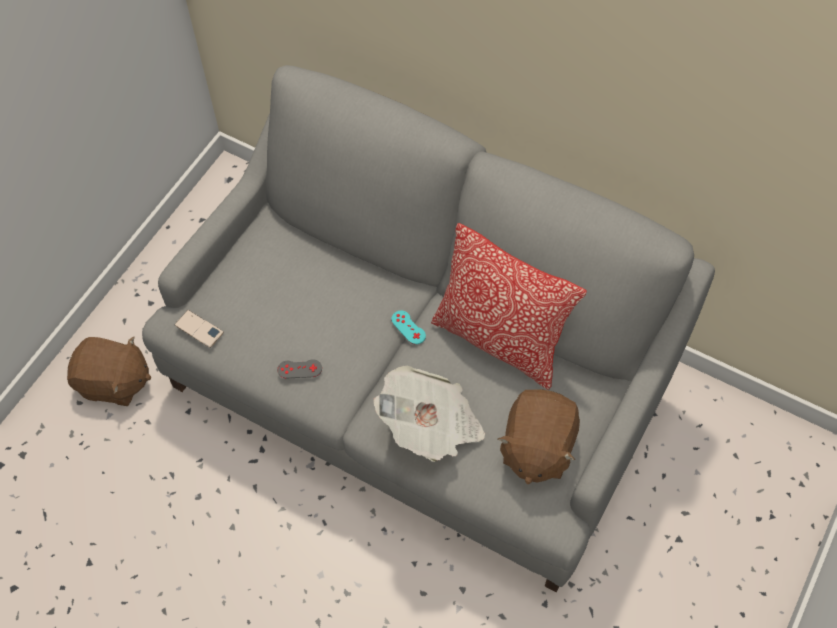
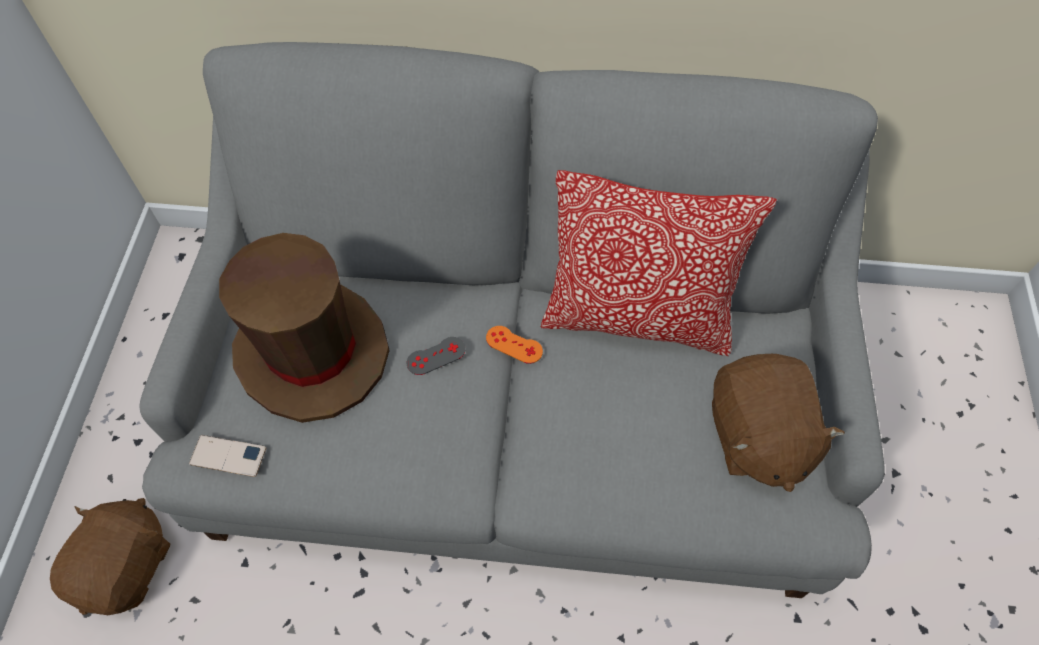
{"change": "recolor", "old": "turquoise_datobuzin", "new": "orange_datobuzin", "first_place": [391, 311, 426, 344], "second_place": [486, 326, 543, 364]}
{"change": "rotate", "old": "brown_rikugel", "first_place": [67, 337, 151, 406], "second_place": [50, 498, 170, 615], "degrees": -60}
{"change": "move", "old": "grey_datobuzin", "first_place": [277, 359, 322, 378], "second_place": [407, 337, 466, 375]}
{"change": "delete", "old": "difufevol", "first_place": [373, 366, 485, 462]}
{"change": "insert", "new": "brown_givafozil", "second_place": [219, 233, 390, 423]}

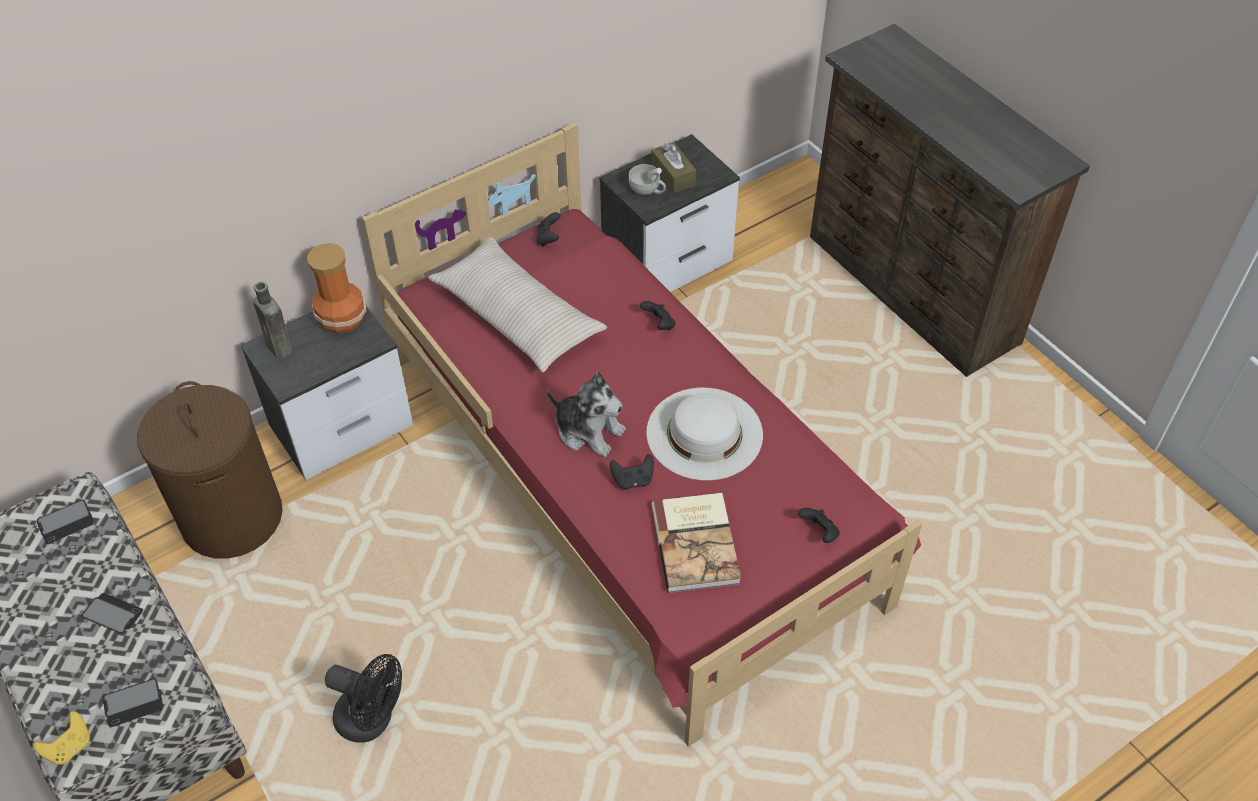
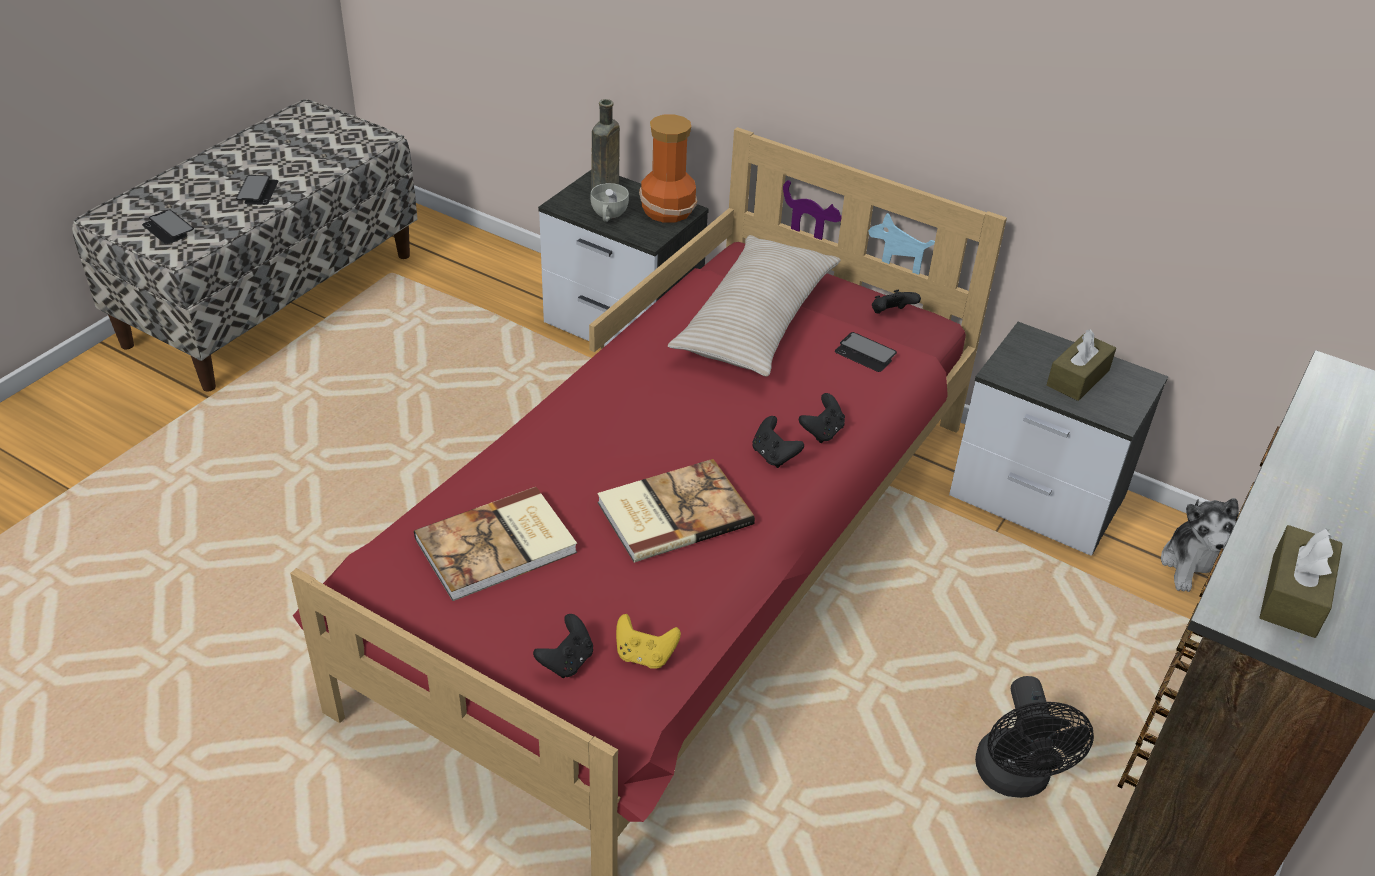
{"change": "move", "old": "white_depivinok", "first_place": [629, 164, 666, 195], "second_place": [591, 183, 629, 222]}
{"change": "move", "old": "rikugel", "first_place": [546, 372, 626, 457], "second_place": [1161, 498, 1239, 592]}
{"change": "delete", "old": "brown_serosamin", "first_place": [137, 381, 283, 559]}
{"change": "replace", "old": "white_givafozil", "new": "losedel", "first_place": [646, 388, 763, 481], "second_place": [597, 459, 755, 563]}
{"change": "move", "old": "black_datobuzin", "first_place": [610, 454, 654, 489], "second_place": [753, 416, 804, 468]}
{"change": "move", "old": "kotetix", "first_place": [37, 500, 94, 544], "second_place": [835, 332, 897, 372]}
{"change": "move", "old": "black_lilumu", "first_place": [325, 654, 402, 743], "second_place": [975, 676, 1094, 798]}
{"change": "move", "old": "yellow_datobuzin", "first_place": [33, 711, 90, 765], "second_place": [616, 614, 681, 669]}
{"change": "insert", "new": "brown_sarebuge", "second_place": [1259, 525, 1342, 638]}

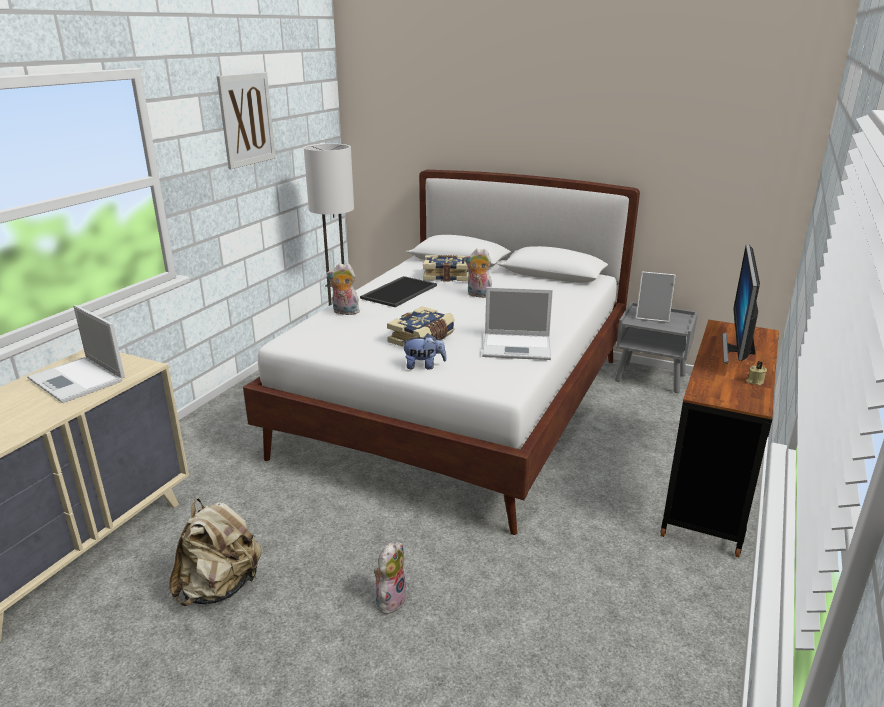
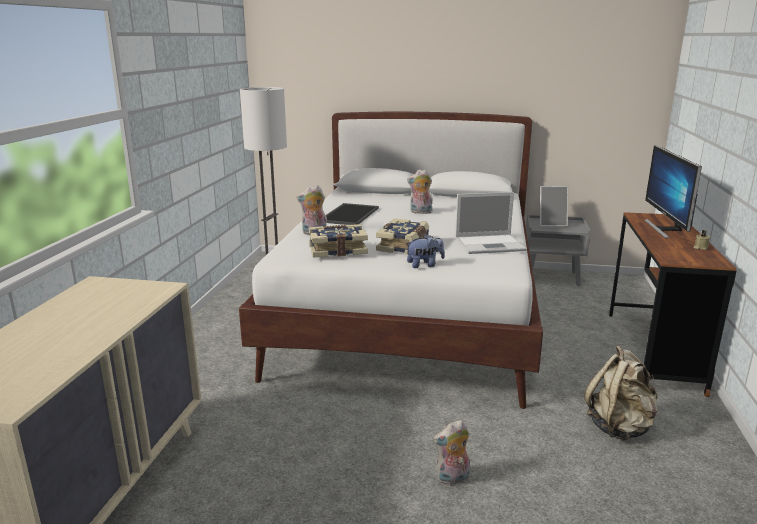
{"change": "delete", "old": "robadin", "first_place": [217, 72, 276, 169]}
{"change": "move", "old": "losedel", "first_place": [423, 255, 469, 282], "second_place": [309, 224, 368, 258]}
{"change": "delete", "old": "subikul", "first_place": [27, 305, 125, 403]}
{"change": "move", "old": "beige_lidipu", "first_place": [169, 498, 262, 606], "second_place": [584, 346, 658, 440]}
{"change": "rotate", "old": "rikugel", "first_place": [374, 542, 407, 614], "second_place": [433, 420, 470, 485], "degrees": -120}

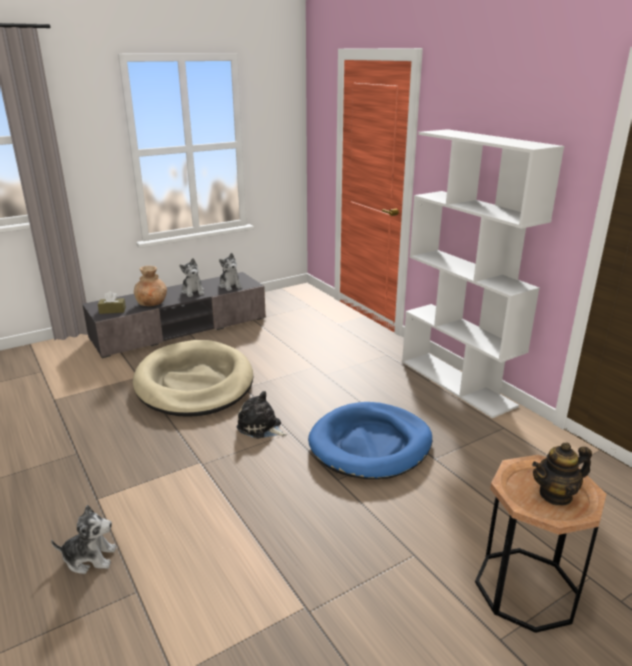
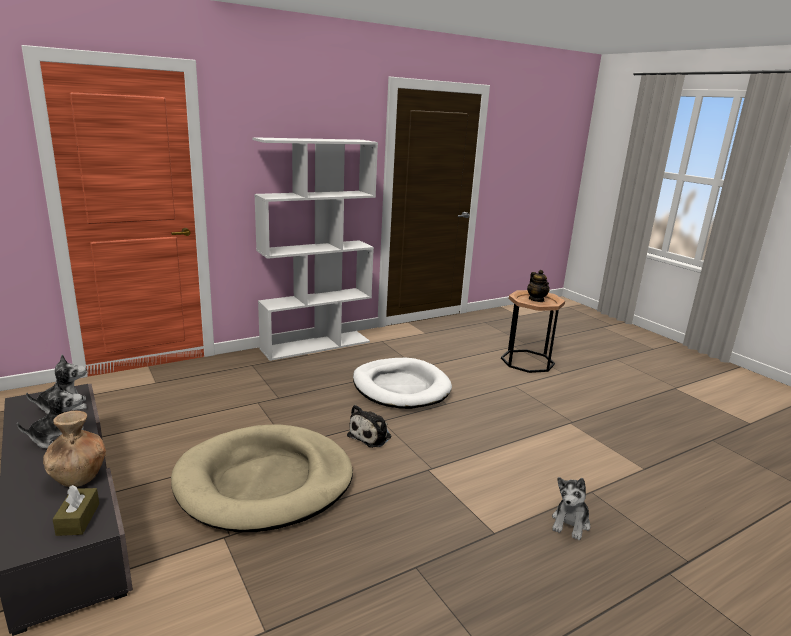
{"change": "recolor", "old": "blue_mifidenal", "new": "white_mifidenal", "first_place": [308, 402, 432, 479], "second_place": [353, 358, 452, 409]}
{"change": "rotate", "old": "rikugel", "first_place": [51, 505, 116, 574], "second_place": [552, 477, 590, 540], "degrees": -150}

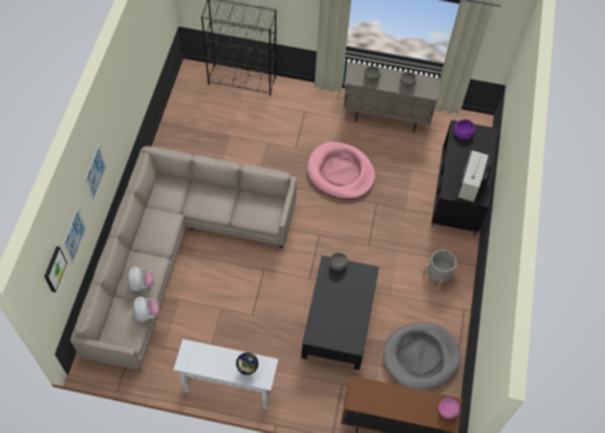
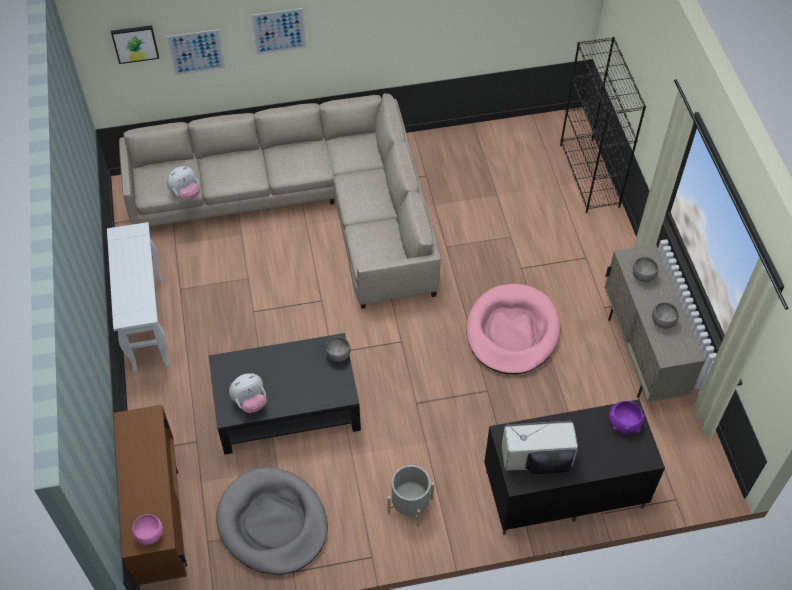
{"change": "move", "old": "rikugel", "first_place": [128, 267, 153, 291], "second_place": [229, 373, 267, 413]}
{"change": "delete", "old": "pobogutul", "first_place": [236, 352, 258, 375]}

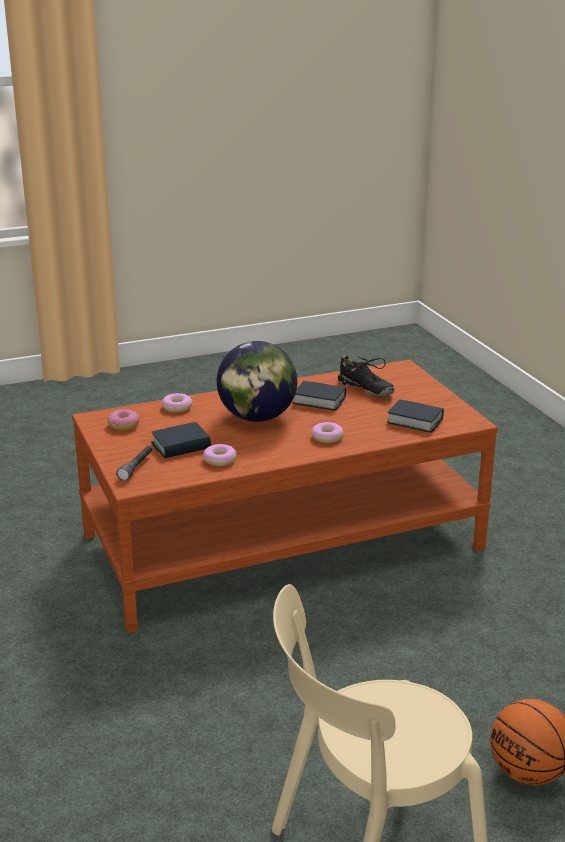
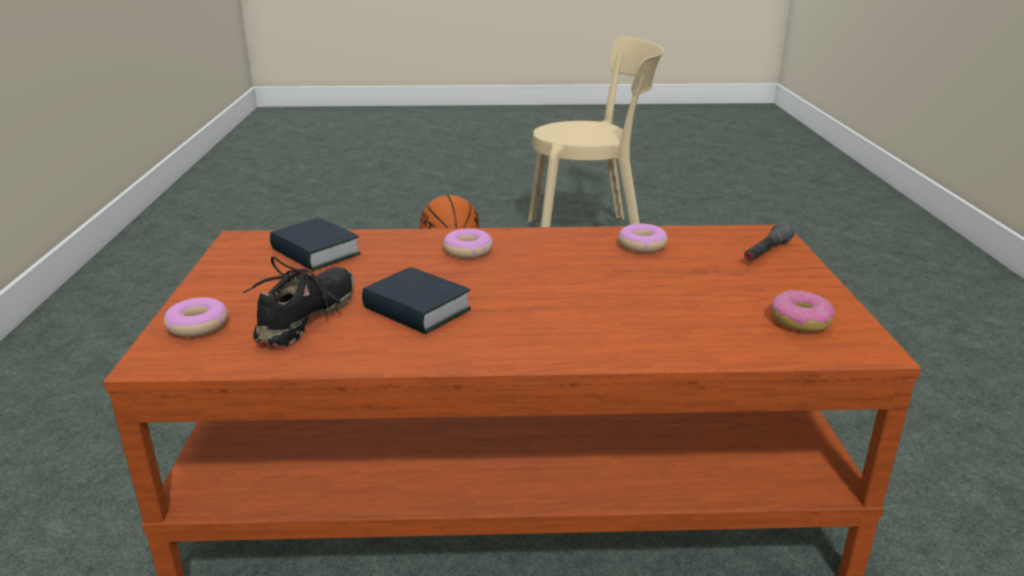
{"change": "delete", "old": "pobogutul", "first_place": [217, 341, 297, 422]}
{"change": "rotate", "old": "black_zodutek", "first_place": [338, 355, 395, 397], "second_place": [243, 256, 354, 348], "degrees": 45}
{"change": "move", "old": "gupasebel", "first_place": [161, 393, 192, 412], "second_place": [164, 297, 228, 337]}
{"change": "delete", "old": "losedel", "first_place": [151, 422, 211, 458]}

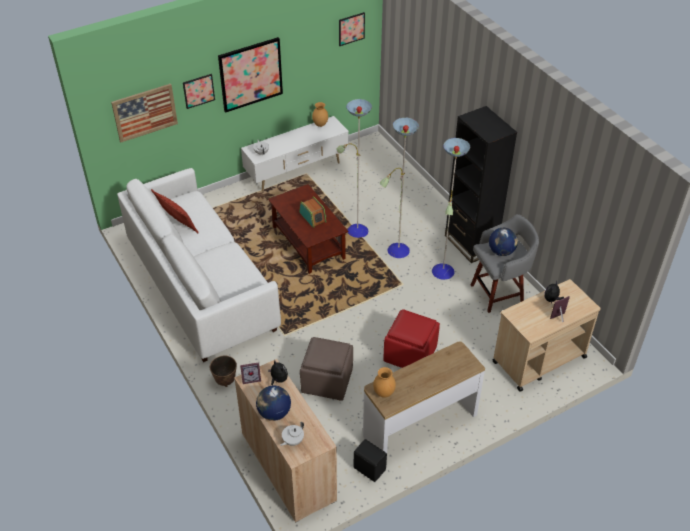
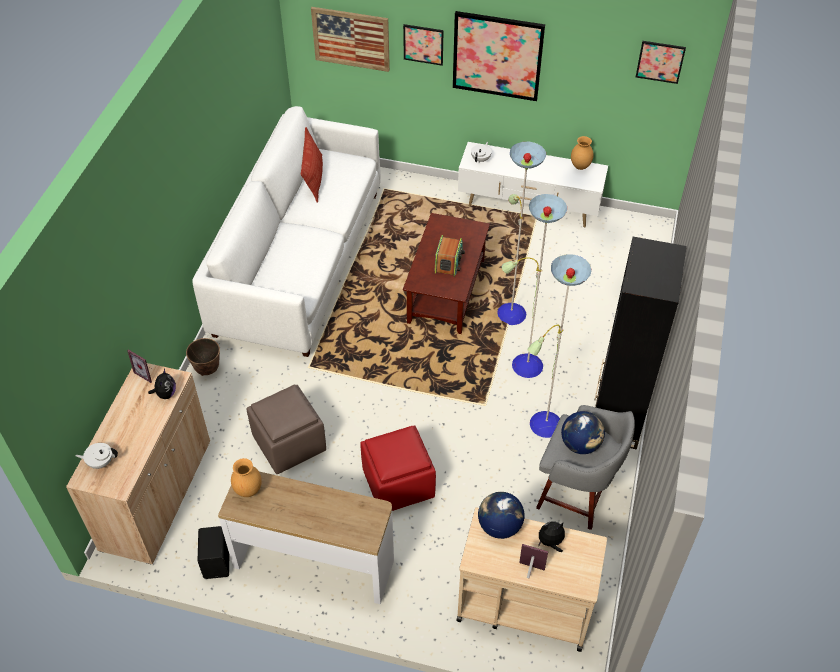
{"change": "move", "old": "pobogutul", "first_place": [256, 385, 291, 421], "second_place": [478, 492, 524, 539]}

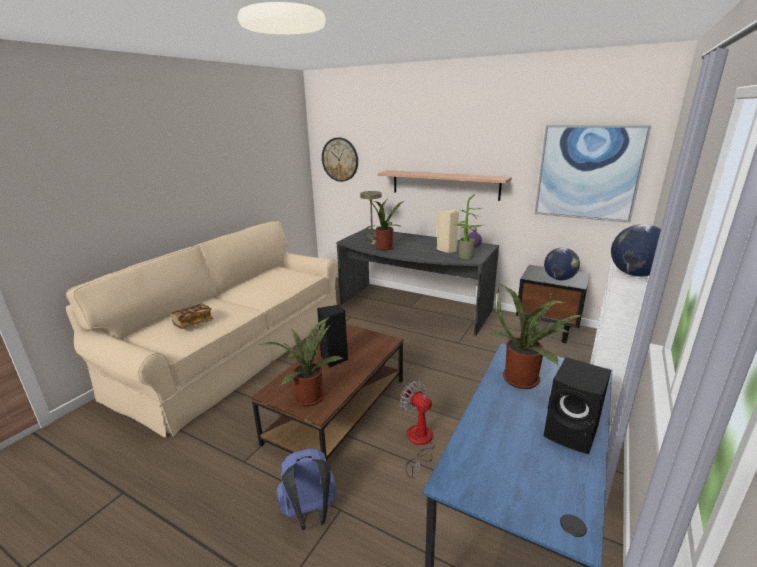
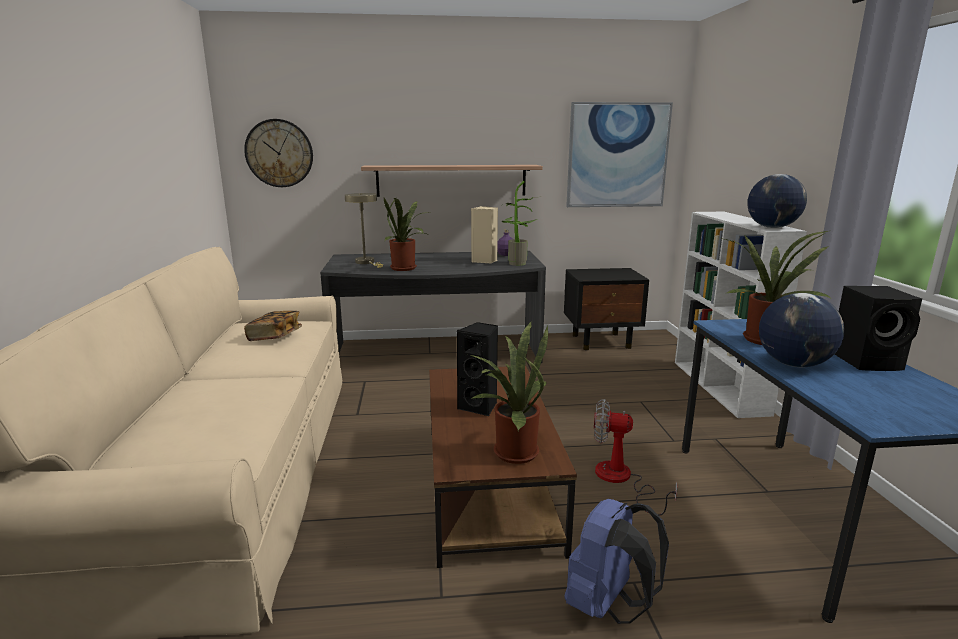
{"change": "move", "old": "pobogutul", "first_place": [544, 248, 580, 280], "second_place": [759, 293, 845, 367]}
{"change": "move", "old": "losedel", "first_place": [170, 304, 213, 329], "second_place": [244, 311, 302, 341]}

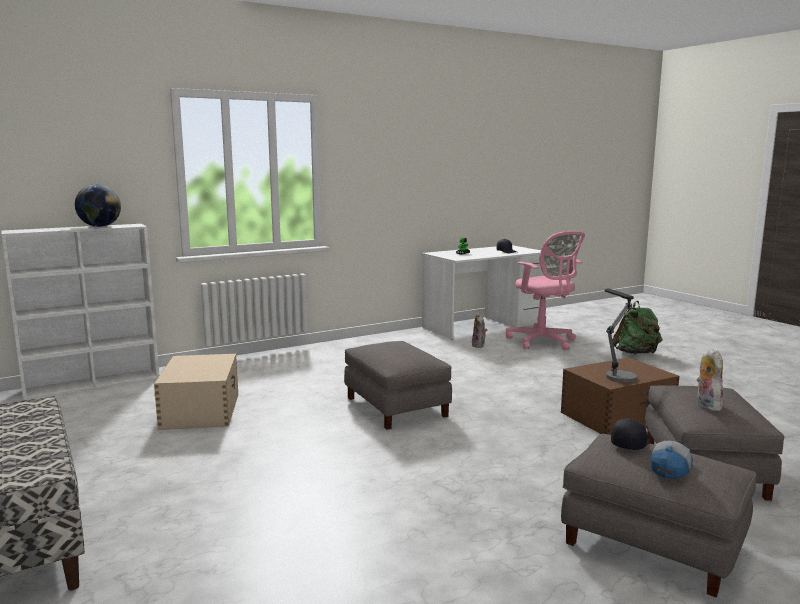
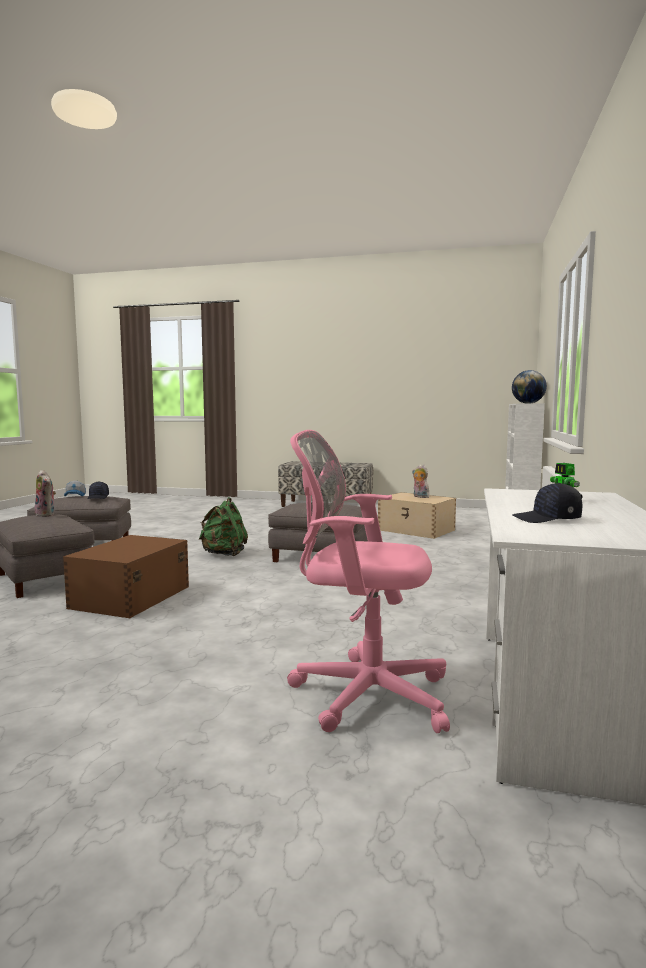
{"change": "delete", "old": "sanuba", "first_place": [604, 288, 637, 383]}
{"change": "move", "old": "green_lidipu", "first_place": [613, 301, 662, 354], "second_place": [199, 497, 248, 556]}
{"change": "move", "old": "rikugel", "first_place": [472, 312, 487, 348], "second_place": [412, 464, 431, 498]}

